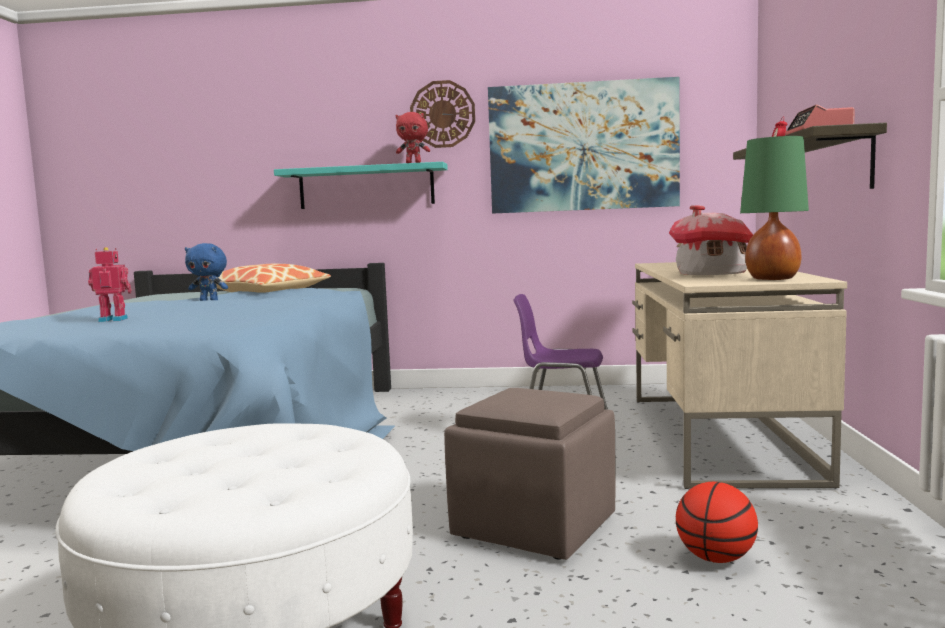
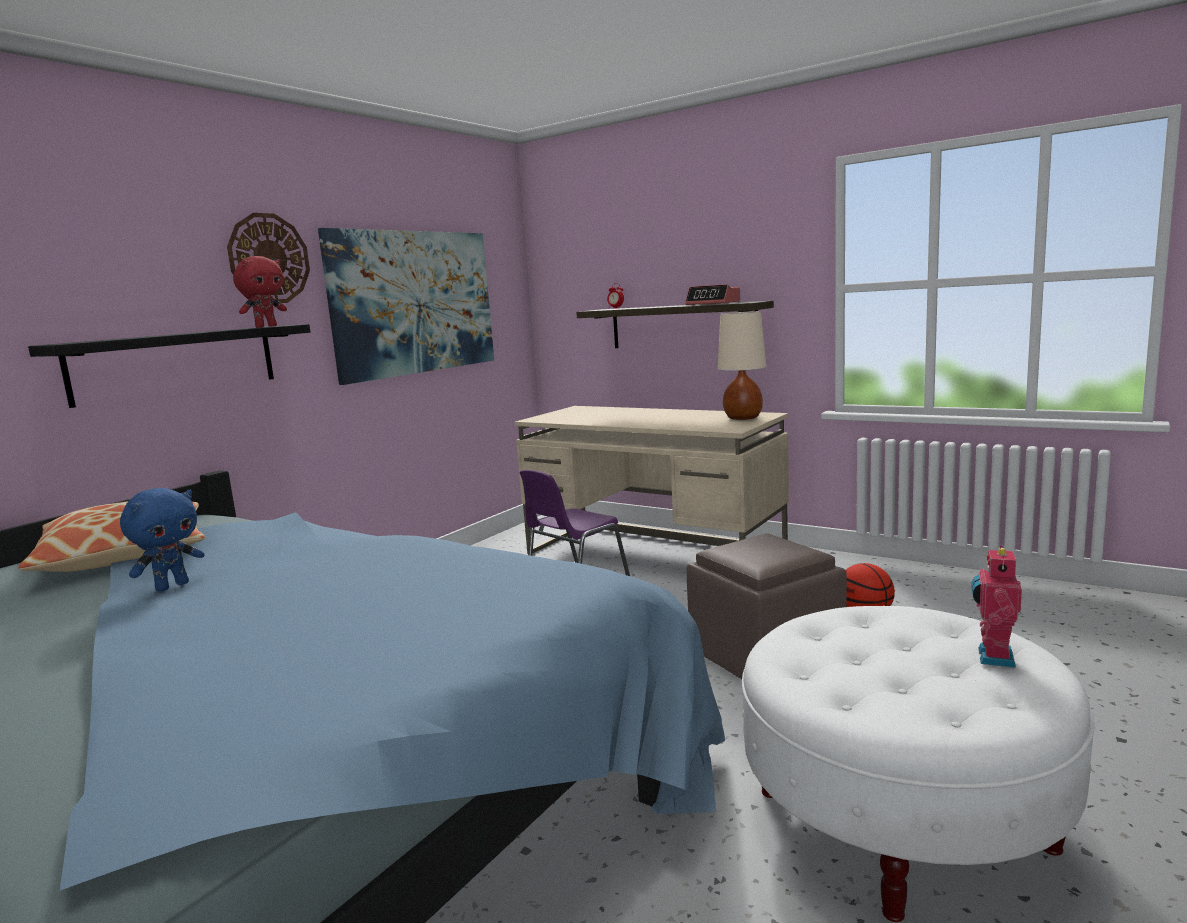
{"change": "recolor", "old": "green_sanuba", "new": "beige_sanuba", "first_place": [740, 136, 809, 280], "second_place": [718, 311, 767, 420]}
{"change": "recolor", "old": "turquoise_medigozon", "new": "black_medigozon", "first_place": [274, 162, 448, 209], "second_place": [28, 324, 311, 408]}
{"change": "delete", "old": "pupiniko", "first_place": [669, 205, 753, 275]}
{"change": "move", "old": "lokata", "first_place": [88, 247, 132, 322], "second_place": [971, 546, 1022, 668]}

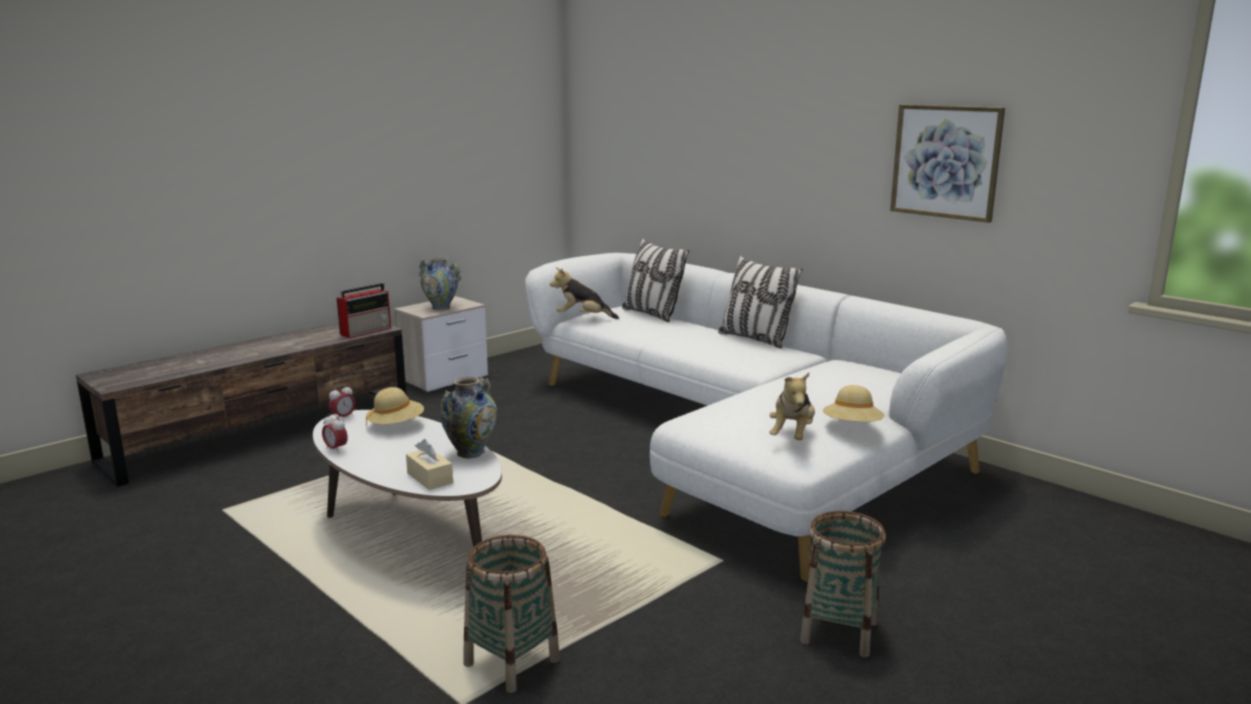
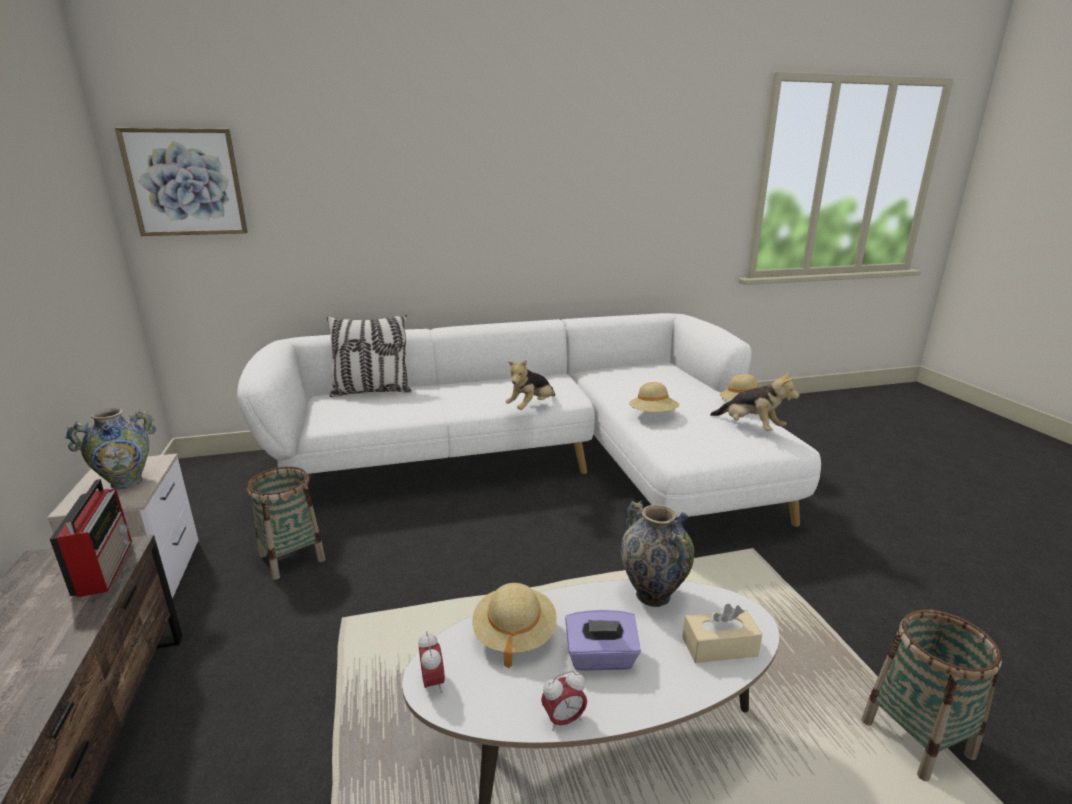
{"change": "move", "old": "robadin", "first_place": [890, 104, 1005, 223], "second_place": [115, 128, 248, 236]}
{"change": "delete", "old": "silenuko", "first_place": [718, 256, 803, 349]}
{"change": "move", "old": "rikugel", "first_place": [550, 267, 619, 319], "second_place": [505, 360, 555, 410]}
{"change": "move", "old": "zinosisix", "first_place": [800, 511, 886, 657], "second_place": [247, 466, 325, 580]}
{"change": "insert", "new": "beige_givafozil", "second_place": [629, 382, 679, 412]}
{"change": "insert", "new": "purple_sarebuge", "second_place": [565, 610, 641, 671]}

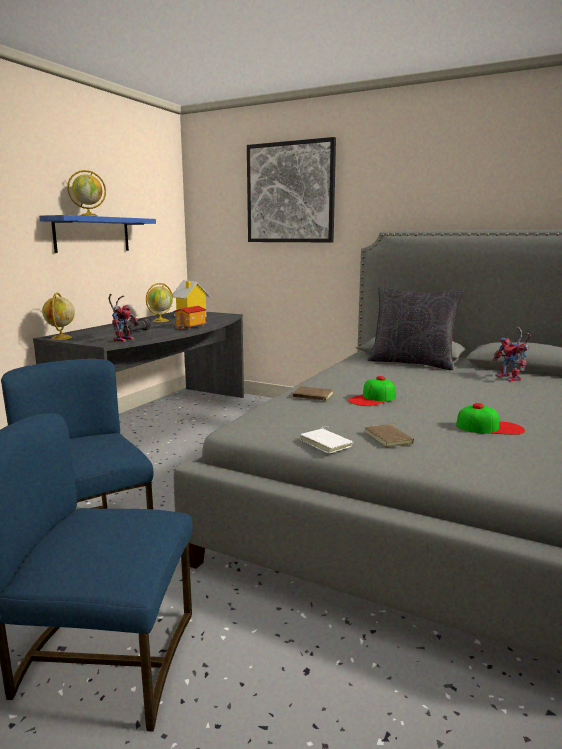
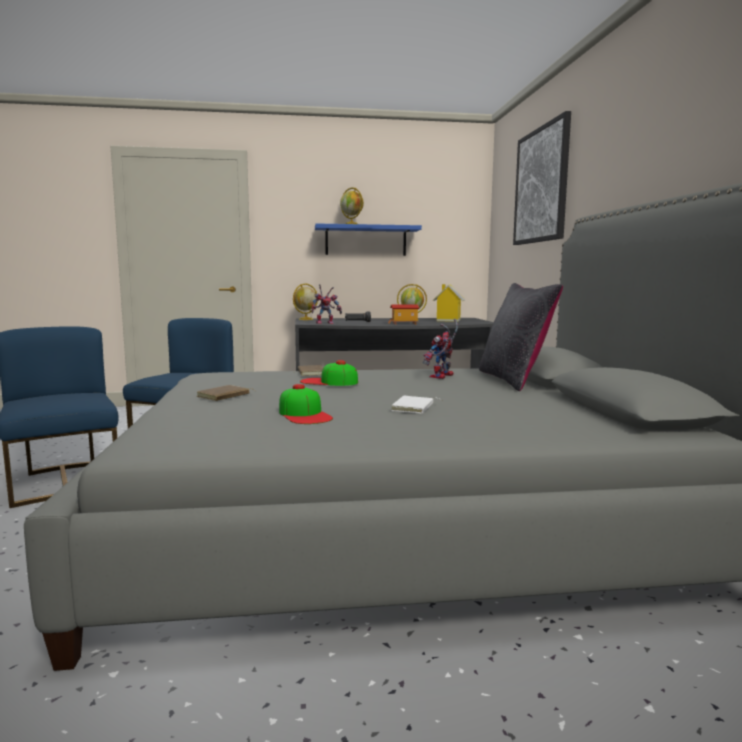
{"change": "move", "old": "lokata", "first_place": [493, 327, 531, 382], "second_place": [423, 319, 458, 379]}
{"change": "move", "old": "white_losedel", "first_place": [300, 427, 353, 454], "second_place": [391, 396, 442, 414]}

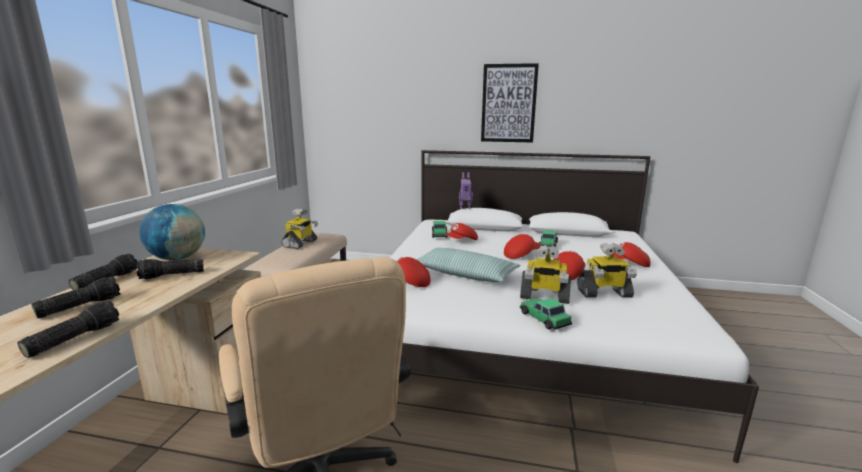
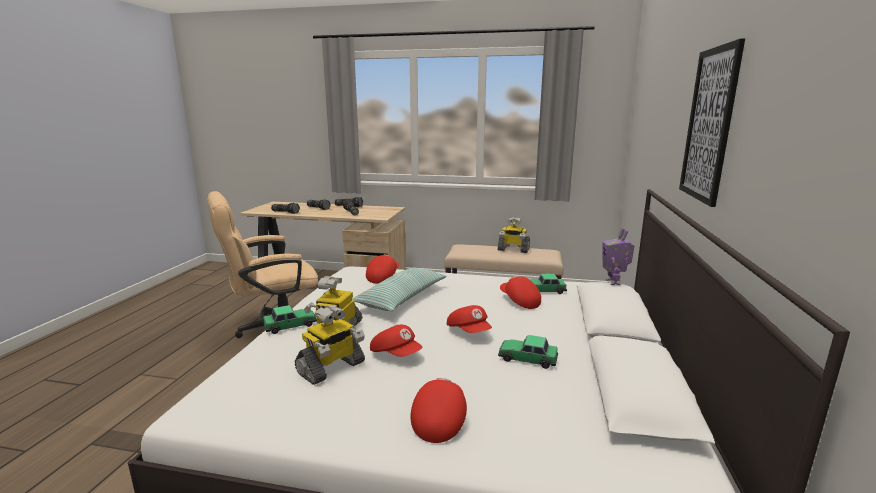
{"change": "delete", "old": "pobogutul", "first_place": [139, 204, 205, 260]}
{"change": "rotate", "old": "lokata", "first_place": [577, 243, 637, 298], "second_place": [295, 305, 365, 385], "degrees": -135}

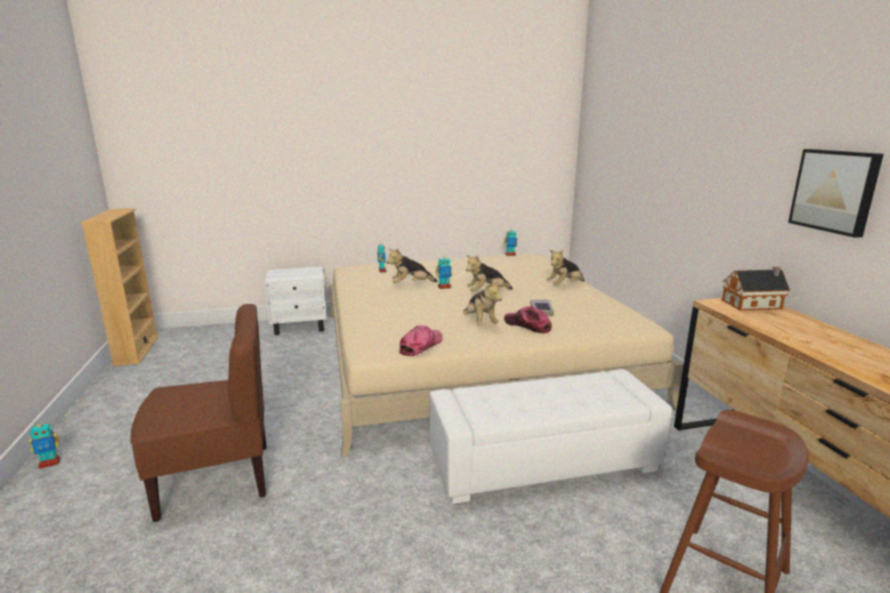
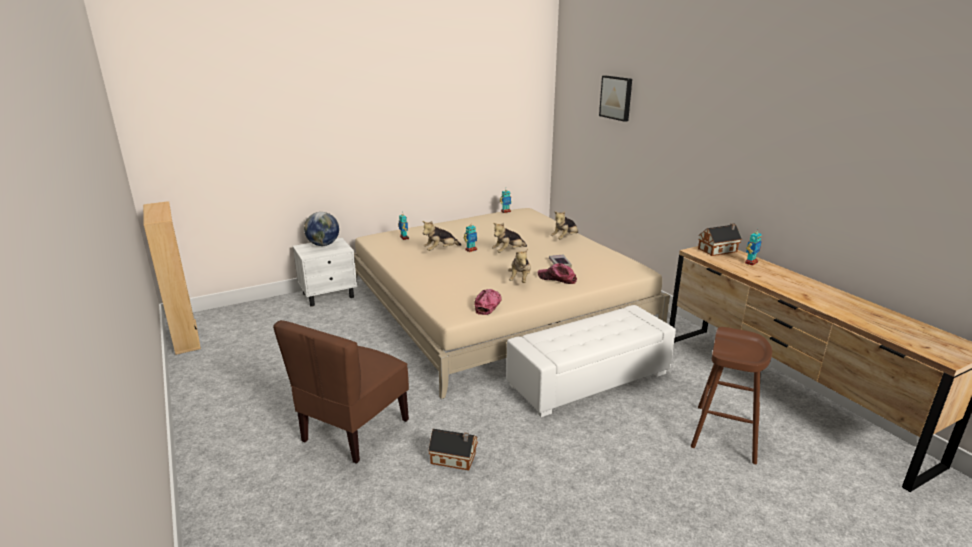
{"change": "move", "old": "robadin", "first_place": [788, 149, 884, 238], "second_place": [599, 75, 632, 122]}
{"change": "rotate", "old": "rikugel", "first_place": [463, 280, 502, 324], "second_place": [508, 249, 531, 283], "degrees": 45}
{"change": "rotate", "old": "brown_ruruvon", "first_place": [130, 304, 266, 522], "second_place": [273, 320, 409, 464], "degrees": 150}
{"change": "move", "old": "lokata", "first_place": [29, 420, 60, 469], "second_place": [745, 229, 762, 265]}
{"change": "insert", "new": "pobogutul", "second_place": [304, 212, 339, 246]}
{"change": "insert", "new": "pupiniko", "second_place": [428, 429, 478, 470]}

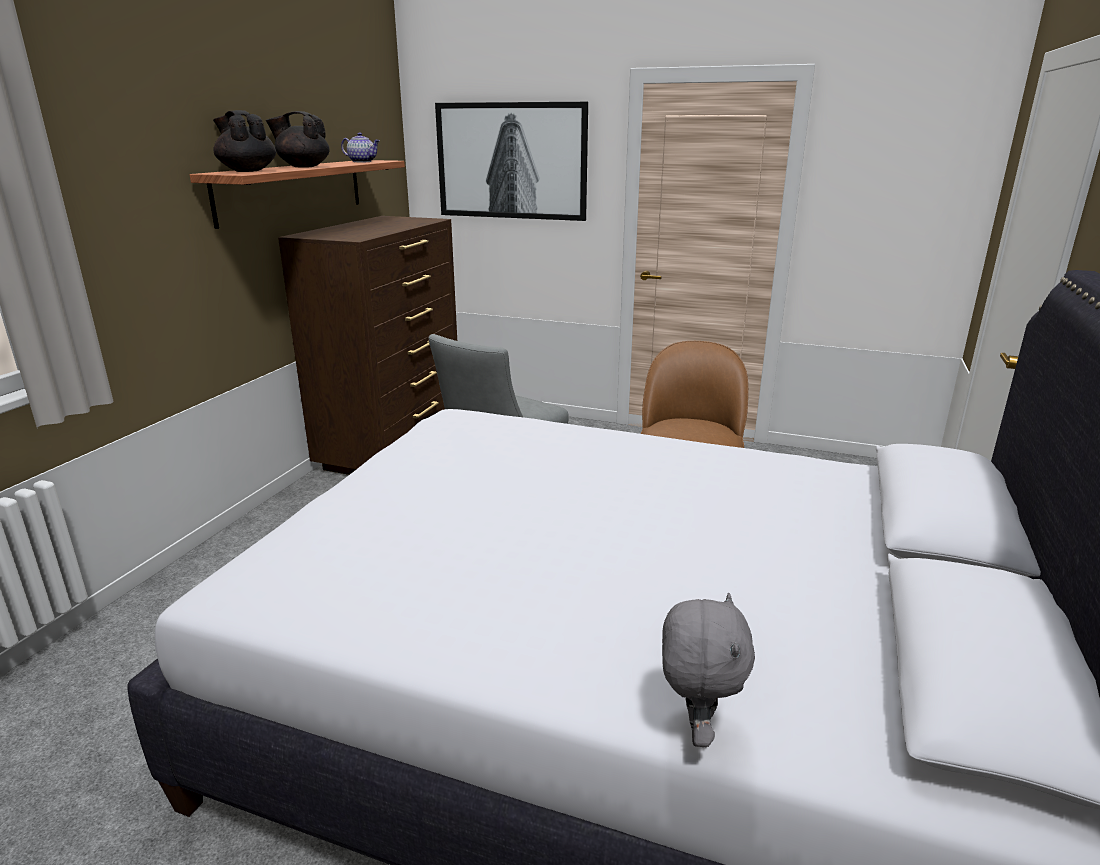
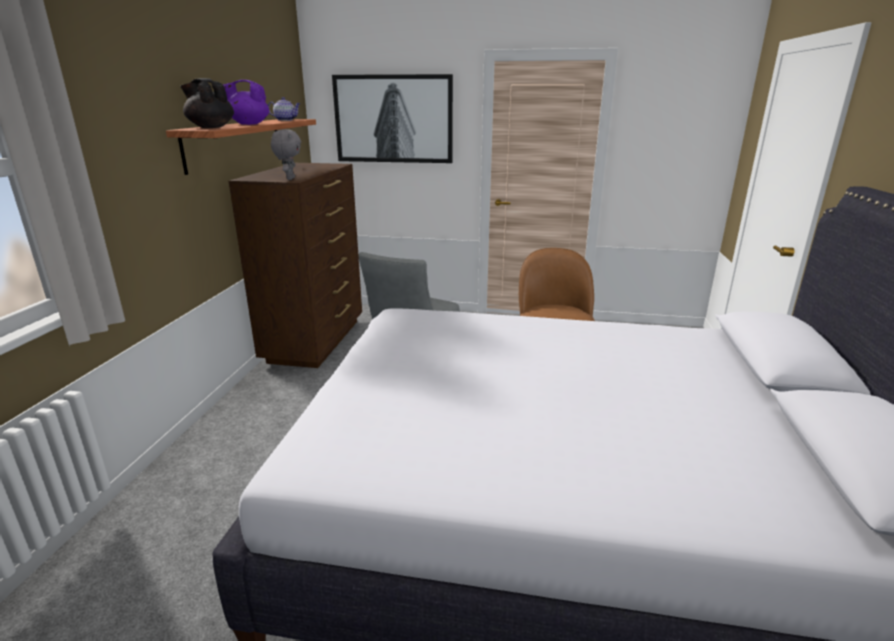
{"change": "recolor", "old": "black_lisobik", "new": "purple_lisobik", "first_place": [266, 111, 330, 168], "second_place": [223, 80, 269, 125]}
{"change": "move", "old": "grey_rikugel", "first_place": [662, 593, 755, 747], "second_place": [271, 129, 301, 180]}

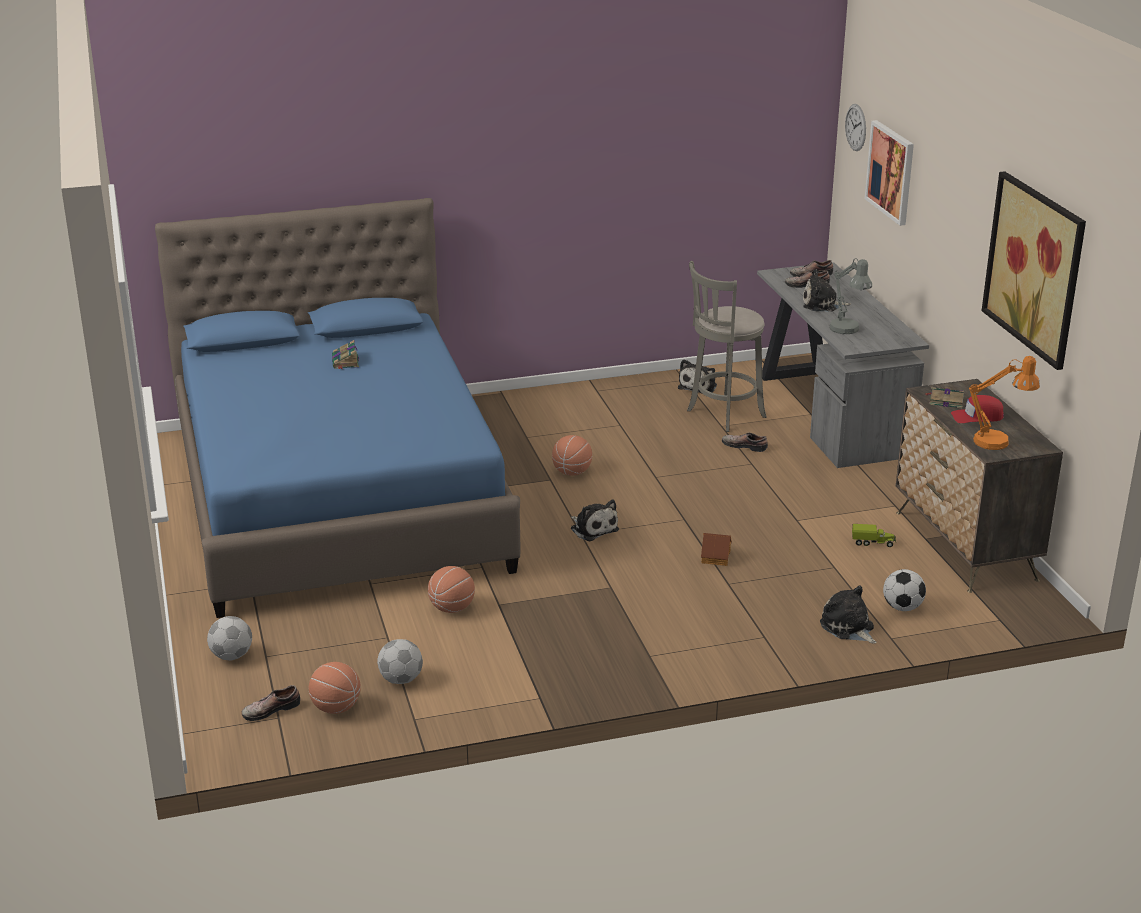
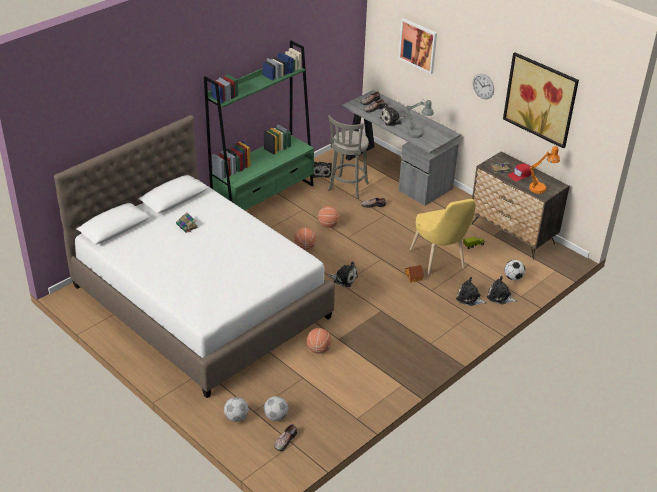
{"change": "move", "old": "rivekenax", "first_place": [845, 104, 866, 151], "second_place": [473, 74, 494, 99]}
{"change": "recolor", "old": "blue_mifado", "new": "white_mifado", "first_place": [155, 198, 521, 618], "second_place": [54, 115, 335, 398]}
{"change": "move", "old": "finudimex", "first_place": [377, 639, 423, 684], "second_place": [264, 396, 288, 421]}
{"change": "move", "old": "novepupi", "first_place": [309, 662, 361, 714], "second_place": [318, 206, 339, 228]}
{"change": "insert", "new": "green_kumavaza", "second_place": [204, 41, 314, 210]}
{"change": "insert", "new": "yellow_ruruvon", "second_place": [409, 199, 476, 275]}
{"change": "insert", "new": "rikugel", "second_place": [456, 277, 487, 306]}

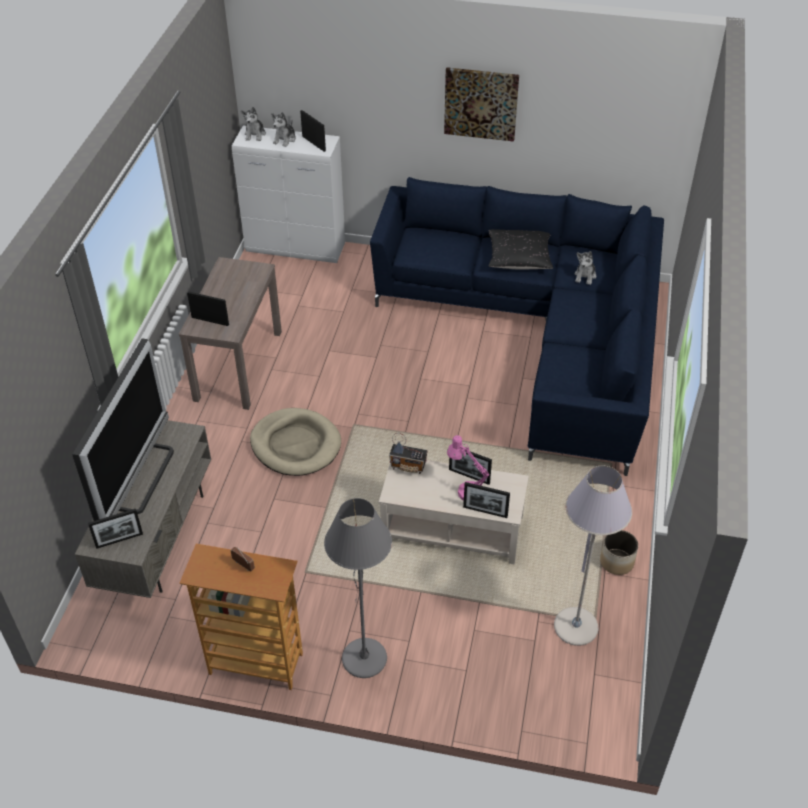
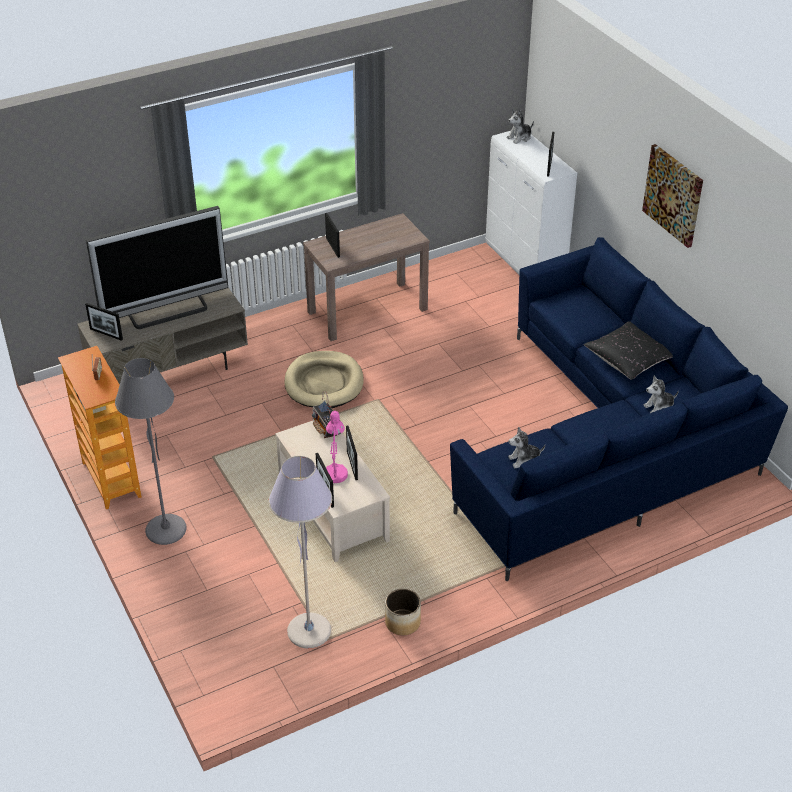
{"change": "move", "old": "rikugel", "first_place": [271, 112, 296, 147], "second_place": [508, 427, 545, 469]}

